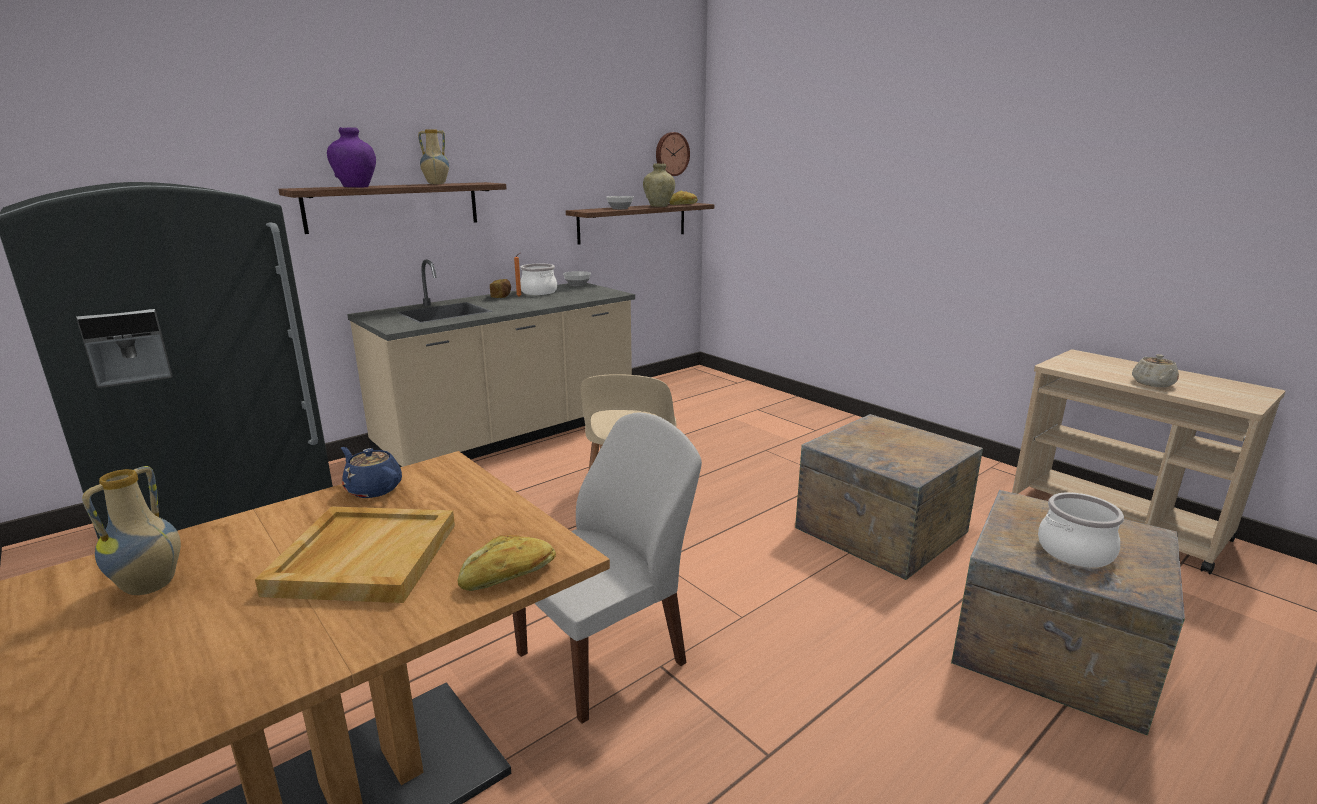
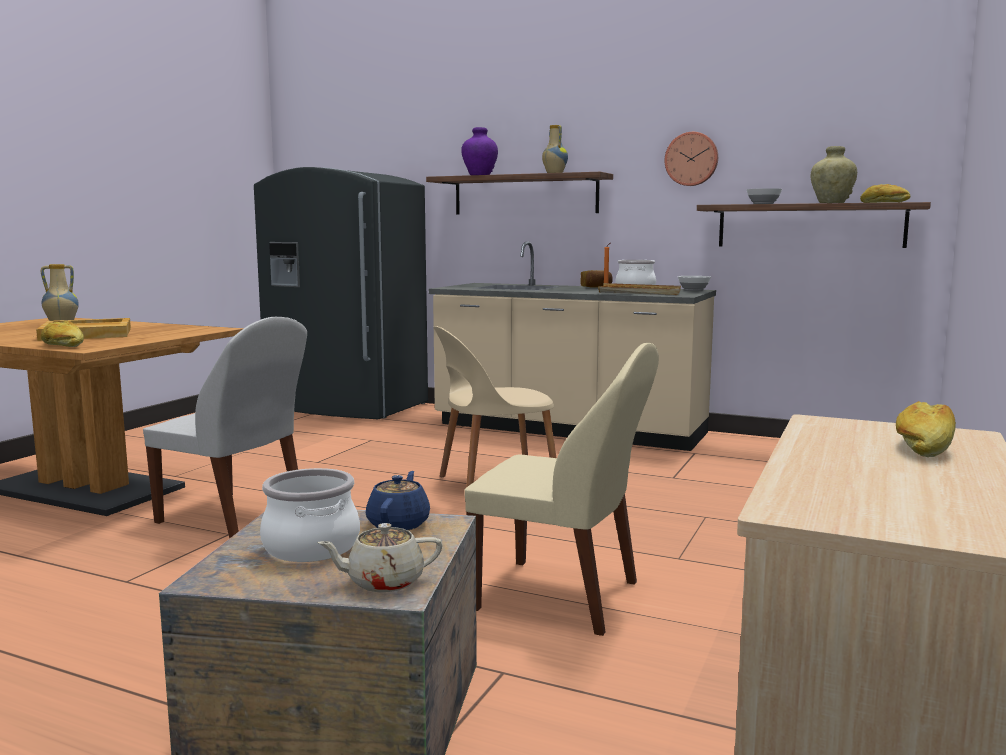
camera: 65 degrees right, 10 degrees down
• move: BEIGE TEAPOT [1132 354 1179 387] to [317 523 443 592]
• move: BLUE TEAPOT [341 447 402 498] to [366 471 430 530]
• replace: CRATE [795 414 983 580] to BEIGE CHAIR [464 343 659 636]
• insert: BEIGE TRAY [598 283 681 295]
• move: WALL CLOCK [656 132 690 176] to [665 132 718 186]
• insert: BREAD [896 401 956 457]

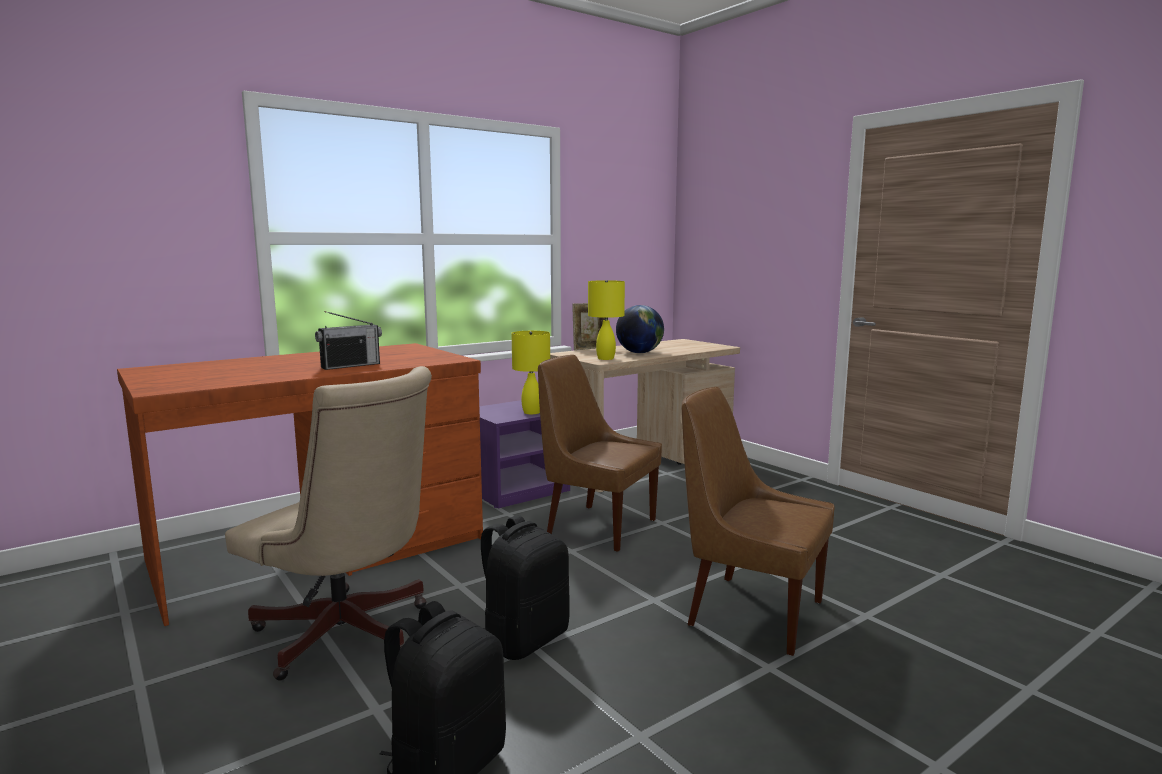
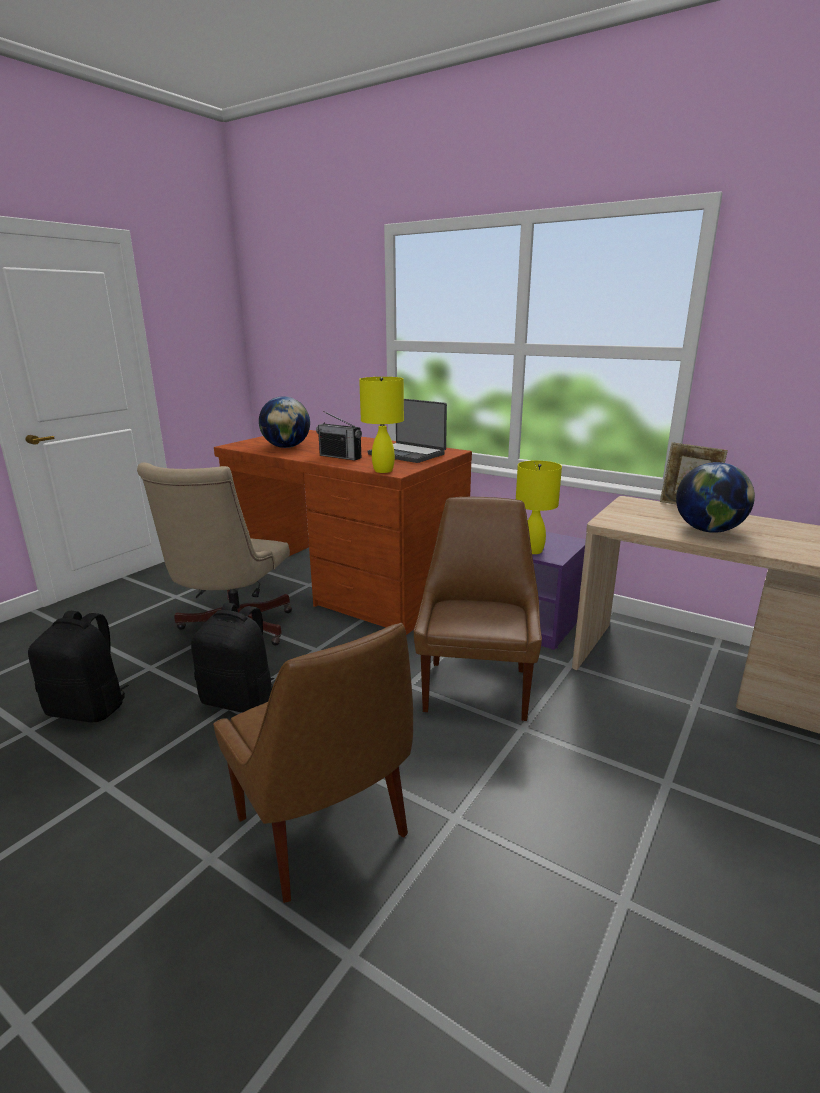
camera: 70 degrees right, 10 degrees up
• rotate: BROWN CHAIR [682 387 835 656] = [213 623 413 903] 135 degrees clockwise
• insert: GLOBE [259 396 310 448]
• move: YELLOW TABLE LAMP [588 280 625 360] to [359 377 404 473]
• insert: LAPTOP [367 399 447 463]

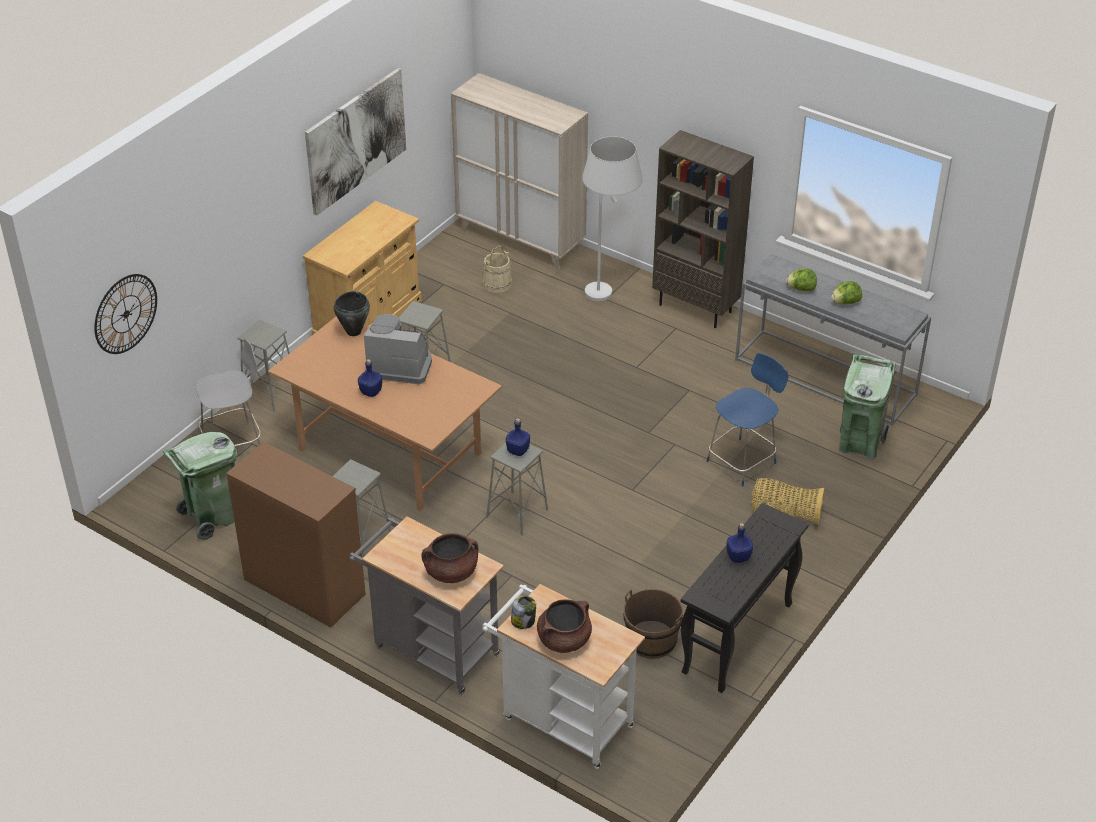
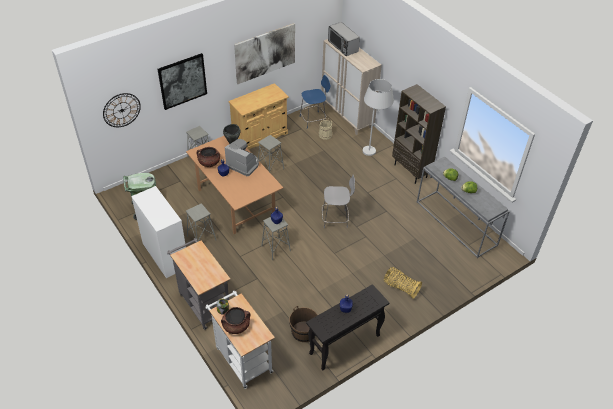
camera: 20 degrees right, 5 degrees up
• recolor: BROWN DRESSER [226 442 366 627] to WHITE DRESSER [131 186 186 278]
• insert: PICTURE [158 53 207 110]
• move: BROWN COOKING POT [421 533 478 583] to [197 147 220 167]
• move: BLUE CHAIR [707 353 788 486] to [300 75 330 129]
• move: GREY CHAIR [195 338 261 446] to [322 175 355 228]
• insert: MICROWAVE [328 22 360 56]
• delete: GREEN TRASH CAN [839 355 896 459]

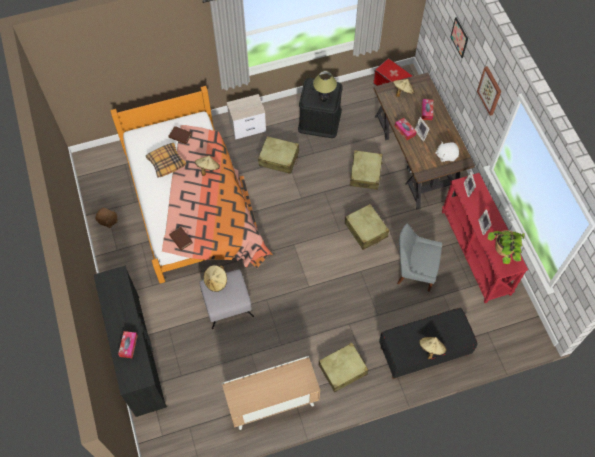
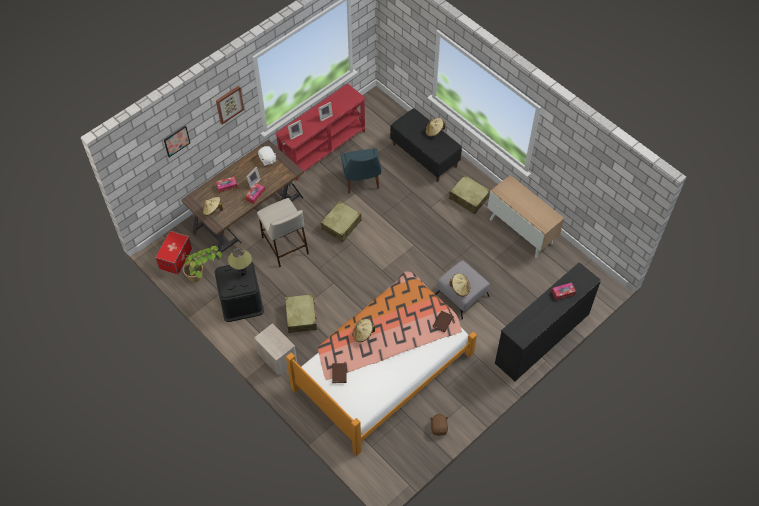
camera: 115 degrees left, 5 degrees down
• move: POTTED PLANT [487 230 525 264] to [183 246 222 282]
• replace: BEIGE SUITCASE [350 150 383 190] to BEIGE STOOL [257 198 309 267]
• recolor: GREY CHAIR [397 224 442 292] to BLUE CHAIR [340 148 381 193]
• delete: PILLOW [146 143 186 178]

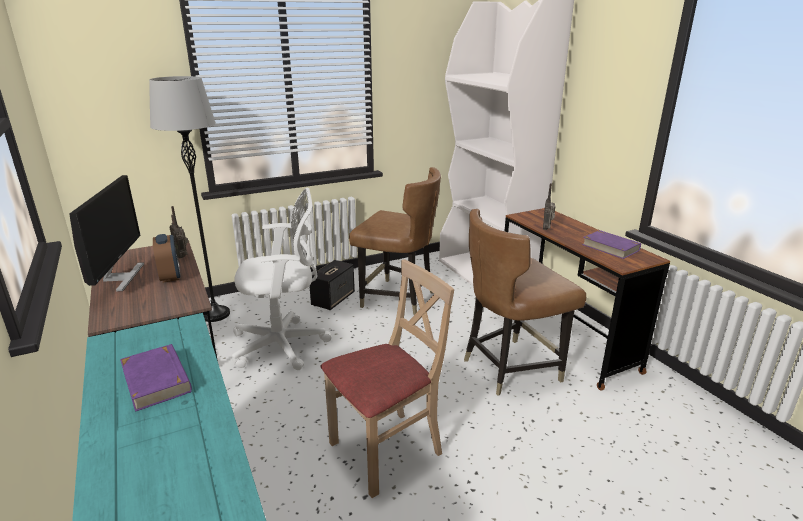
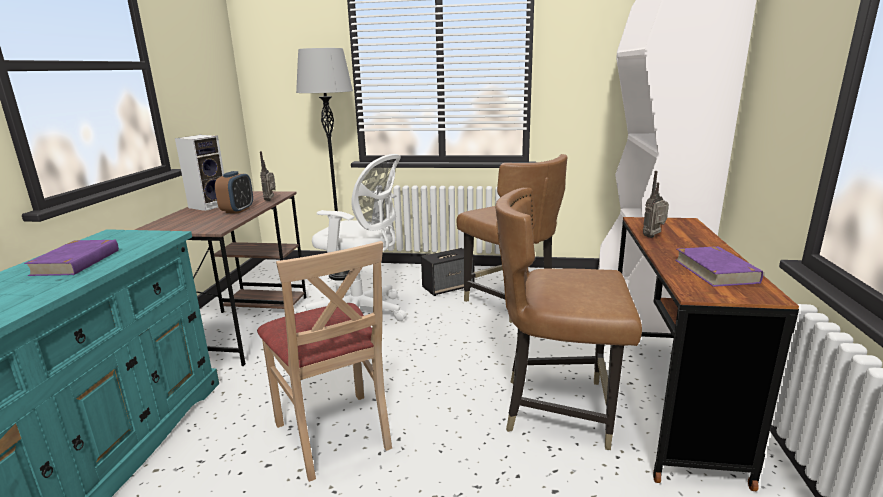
camera: 35 degrees right, 5 degrees down
• replace: MONITOR [69 175 144 292] to SPEAKER [175 135 224 211]
• rotate: BEIGE CHAIR [321 259 454 498] = [257 241 392 482] 60 degrees clockwise

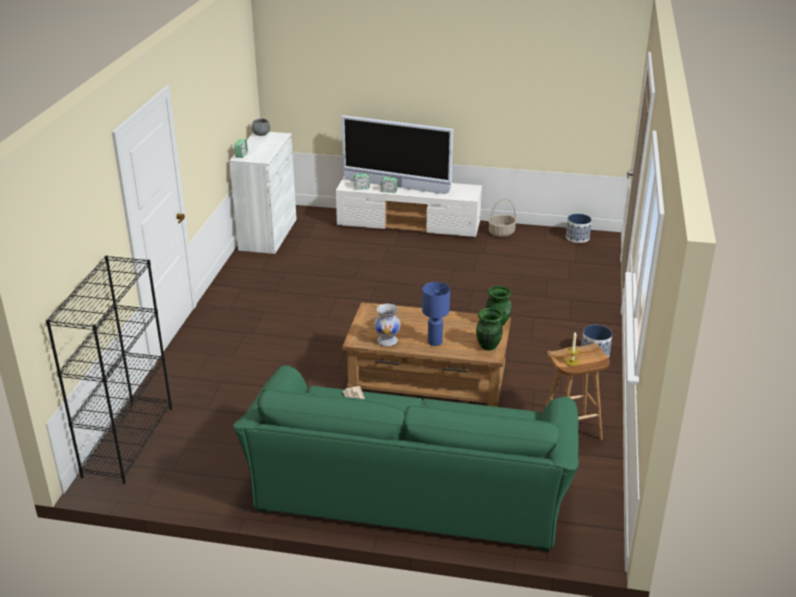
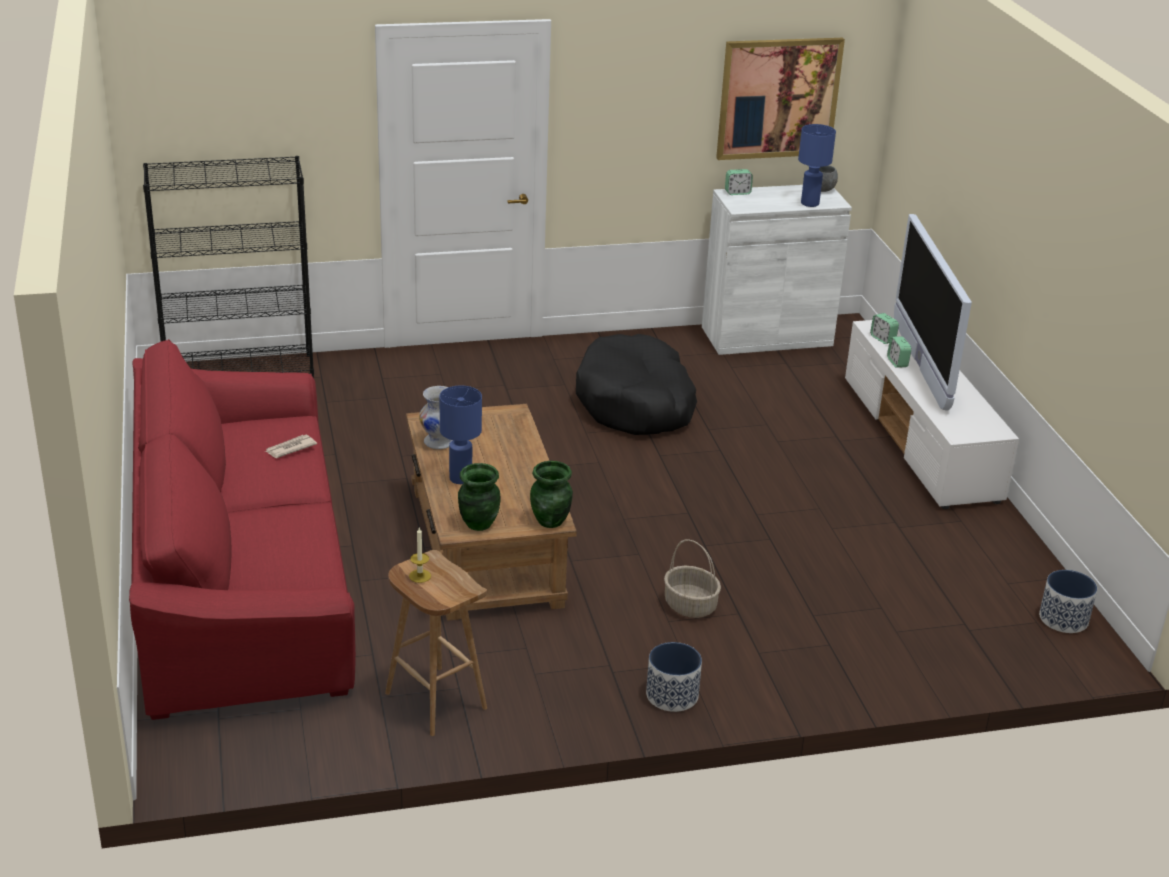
camera: 65 degrees right, 0 degrees up
• recolor: GREEN SOFA [233 365 579 552] to RED SOFA [129 339 356 720]
• insert: BLACK DOG BED [576 334 697 435]
• move: BASKET [488 199 517 237] to [664 540 721 618]
• insert: PICTURE [716 38 845 160]
• insert: BLUE TABLE LAMP [798 124 836 207]

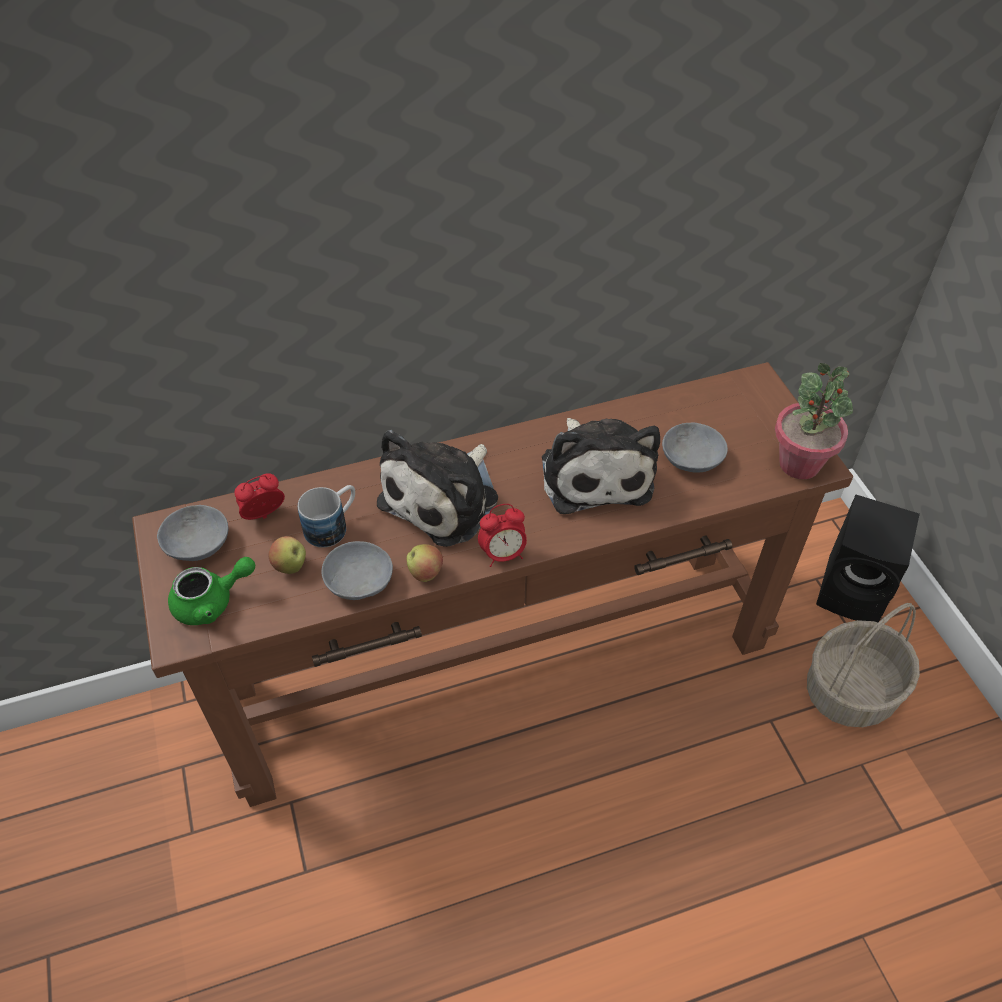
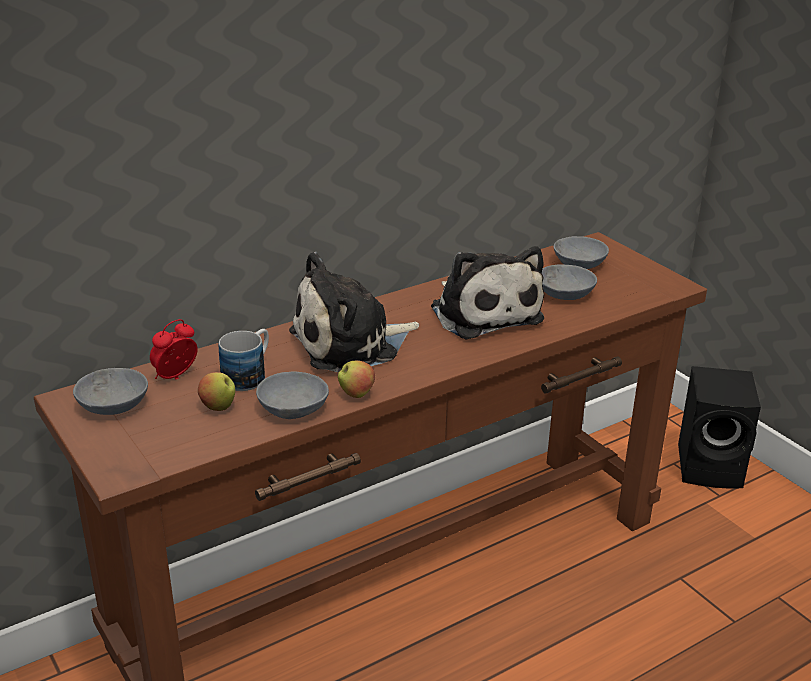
camera: 15 degrees left, 20 degrees down
• rotate: PLUSH TOY [377 430 498 547] = [289 252 419 373] 45 degrees clockwise
• insert: GREY BOWL [553 236 609 269]
• delete: GREEN TEAPOT [168 557 255 625]
• delete: ALARM CLOCK [478 504 527 567]
• delete: POTTED PLANT [775 363 853 479]
• delete: BASKET [807 603 920 727]

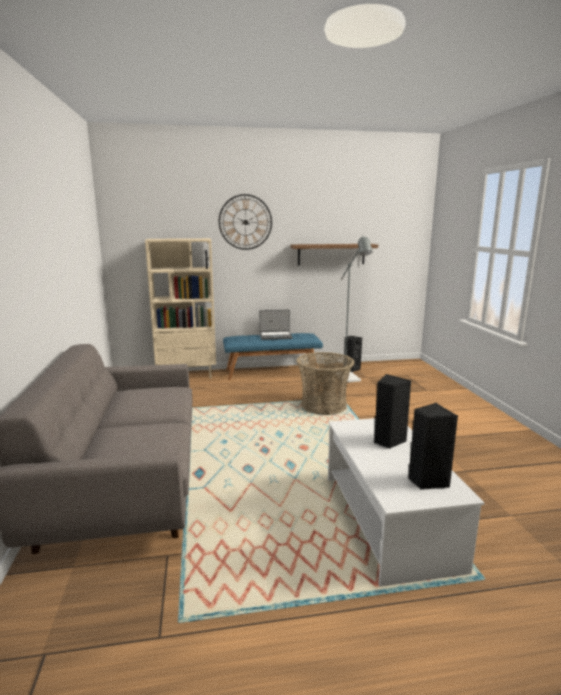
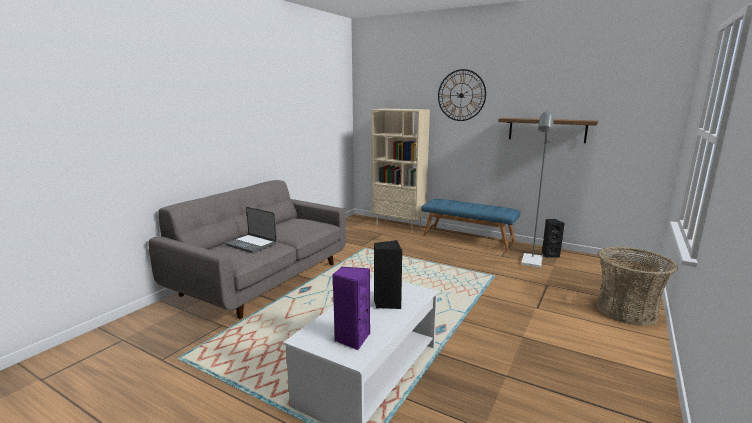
camera: 40 degrees right, 0 degrees up
• move: LAPTOP [259 310 293 340] to [225 207 277 253]
• recolor: BLACK SPEAKER [408 403 458 490] to PURPLE SPEAKER [332 267 370 350]
• move: BASKET [296 352 355 415] to [596 247 678 326]

